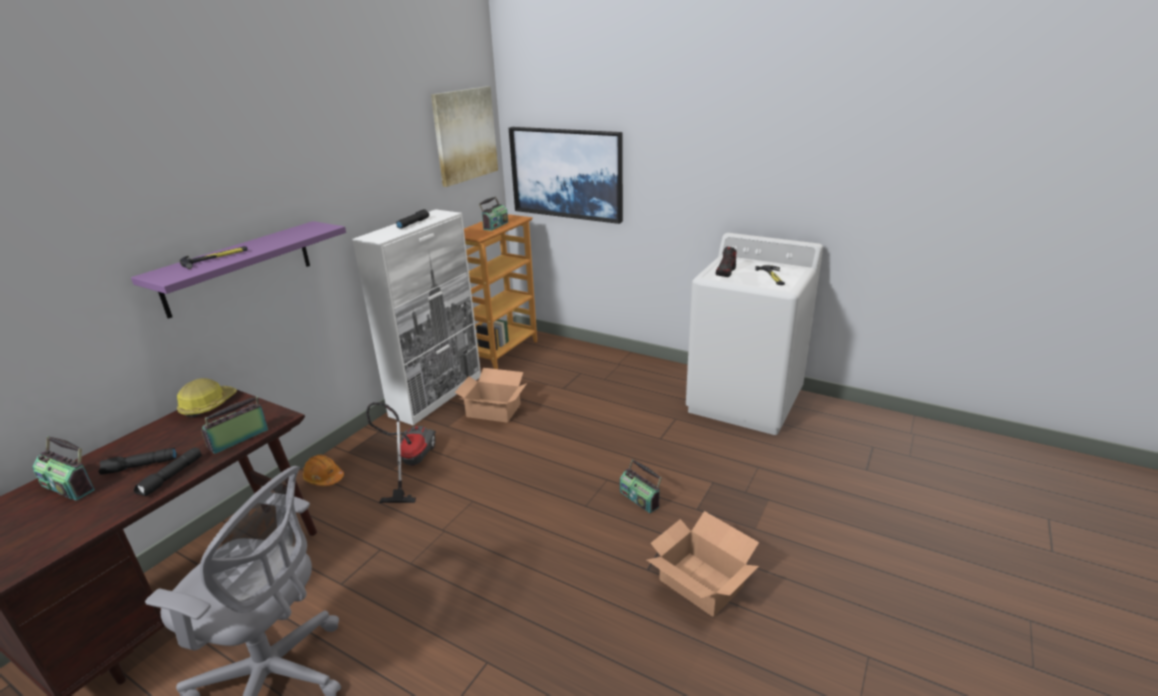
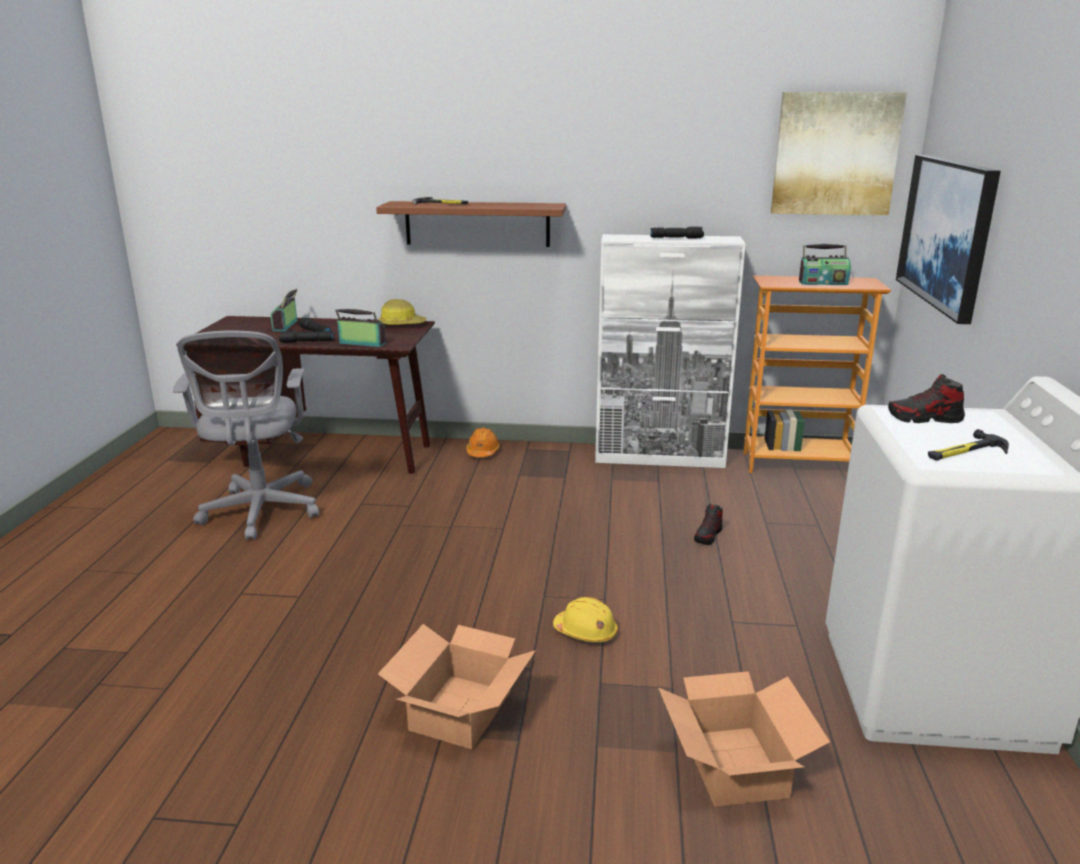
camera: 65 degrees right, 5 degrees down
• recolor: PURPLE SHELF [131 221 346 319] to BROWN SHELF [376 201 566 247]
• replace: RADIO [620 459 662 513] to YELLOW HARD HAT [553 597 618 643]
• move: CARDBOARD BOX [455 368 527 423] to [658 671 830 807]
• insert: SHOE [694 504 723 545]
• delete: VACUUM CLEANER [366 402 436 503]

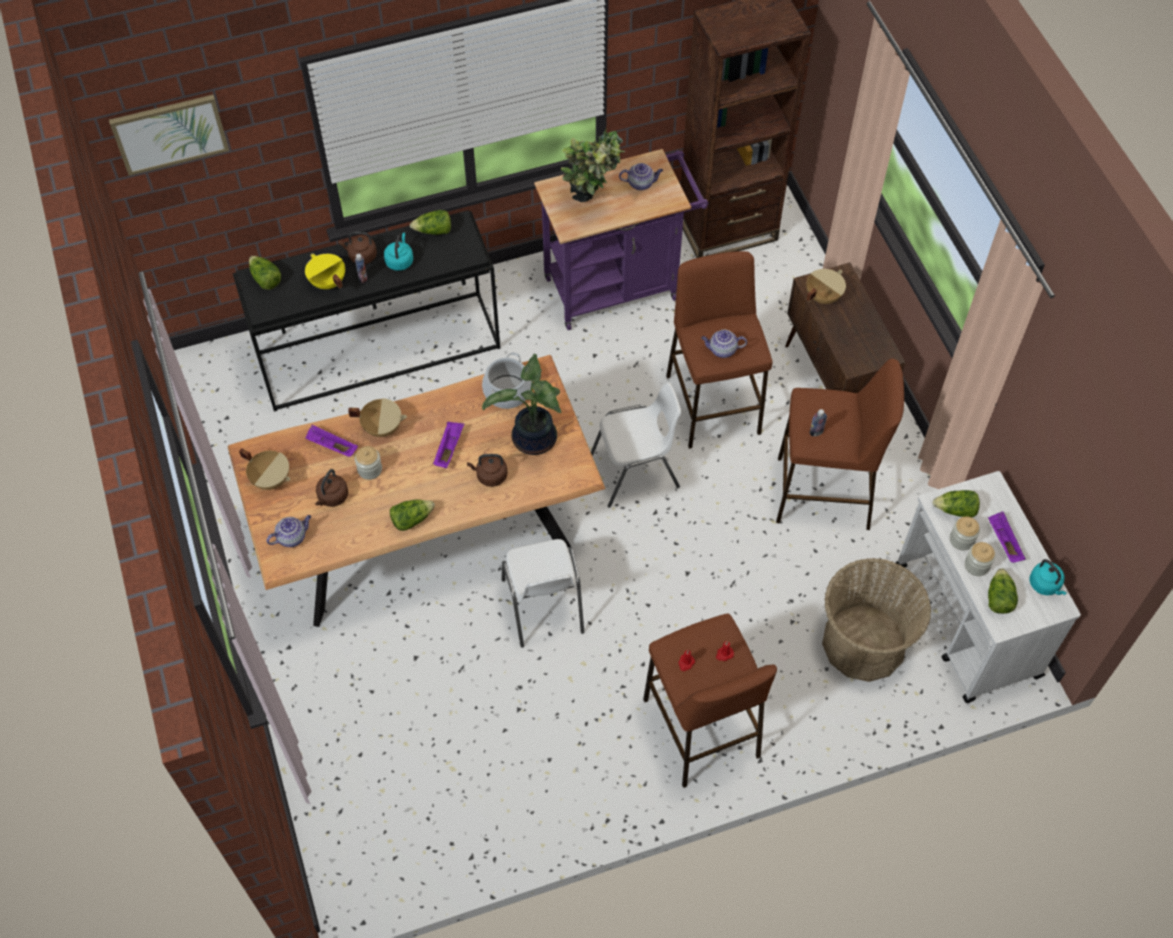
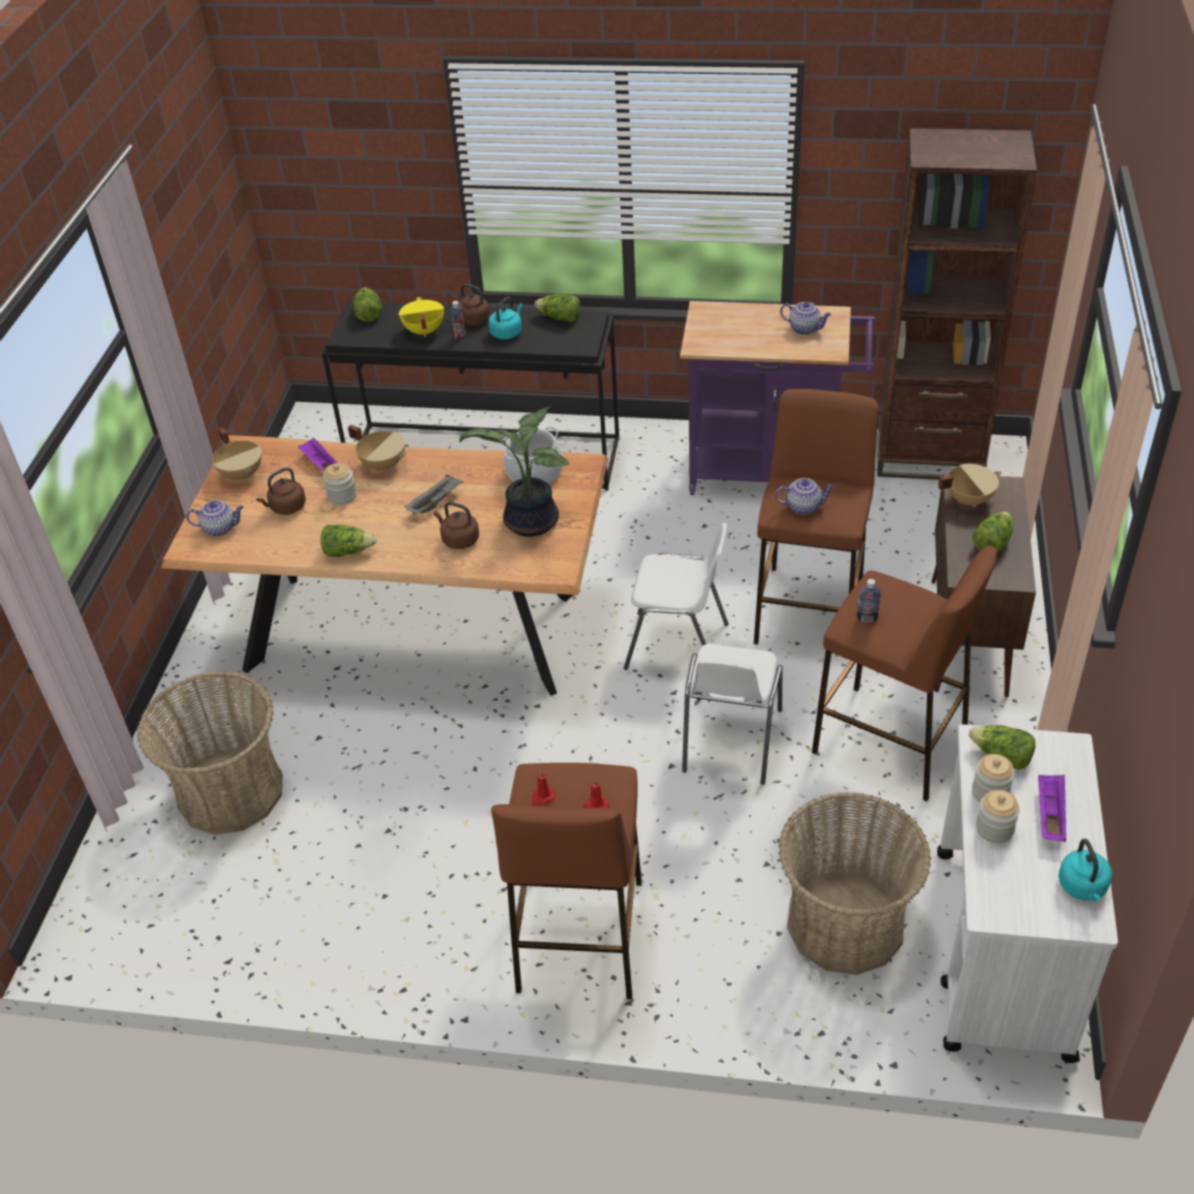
camera: 30 degrees right, 15 degrees down
• insert: BASKET [137 671 282 835]
• recolor: PURPLE TRAY [433 422 464 468] to GREY TRAY [405 474 464 515]
• move: WHITE CHAIR [502 539 584 648] to [682 644 783 784]
• rotate: TEAPOT [701 329 747 358] = [775 478 834 515] 150 degrees clockwise
• move: LETTUCE [988 568 1018 614] to [973 512 1013 552]
• delete: PICTURE [109 95 229 176]
• delete: POTTED PLANT [561 128 625 202]

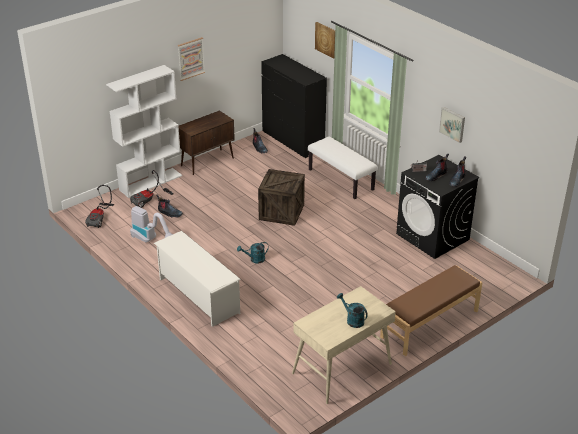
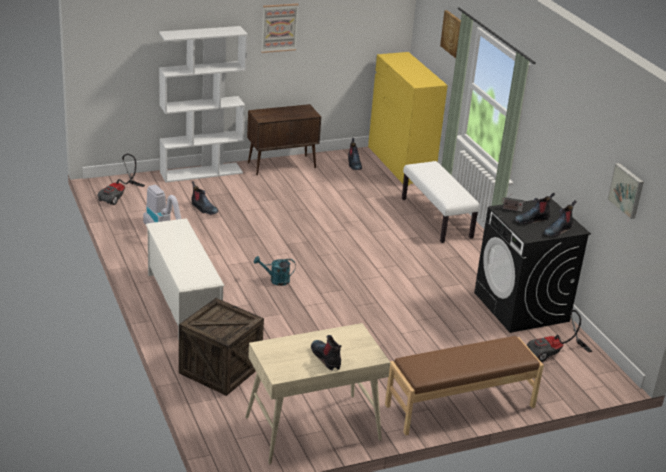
camera: 15 degrees right, 5 degrees down
• move: CRATE [258 169 305 226] to [179 298 264 396]
• replace: TURQUOISE WATERING CAN [337 293 368 328] to BOOT [311 335 341 370]
• recolor: BLACK DRESSER [261 54 327 158] to YELLOW DRESSER [368 52 448 186]
• move: VACUUM CLEANER [130 170 174 208] to [527 310 592 362]
• move: PICTURE [439 107 465 143] to [607 163 644 219]

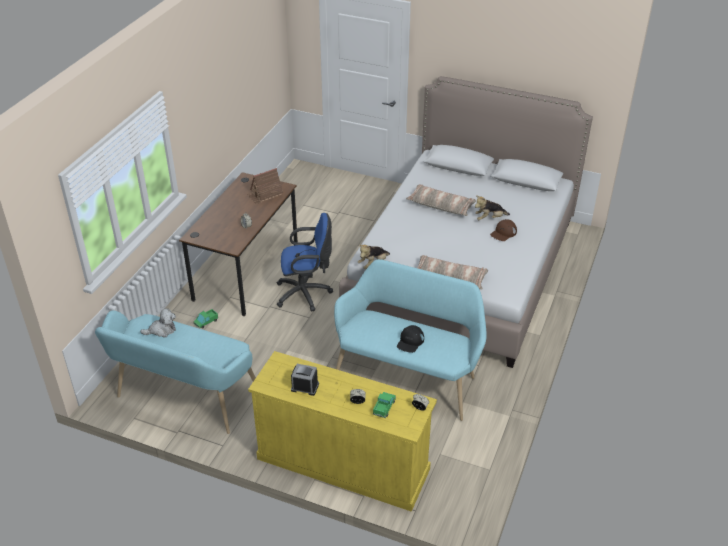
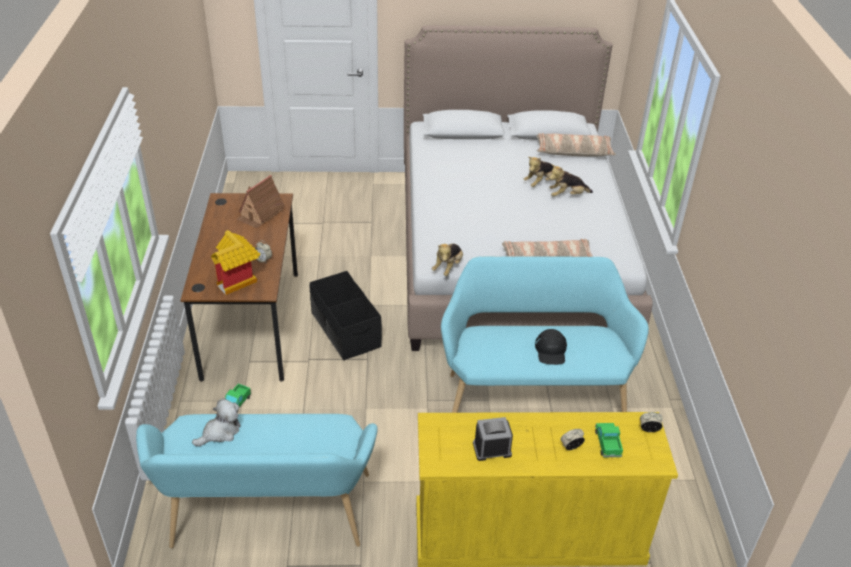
camera: 25 degrees left, 0 degrees up
• insert: TOY HOUSE [211 230 260 295]
• replace: BLUE OFFICE CHAIR [277 213 333 312] to BLACK STORAGE BOX [310 271 382 360]
• move: PILLOW [406 184 476 216] to [536 133 616 157]
• replace: BROWN CAP [490 219 517 241] to PLUSH TOY [549 164 593 197]

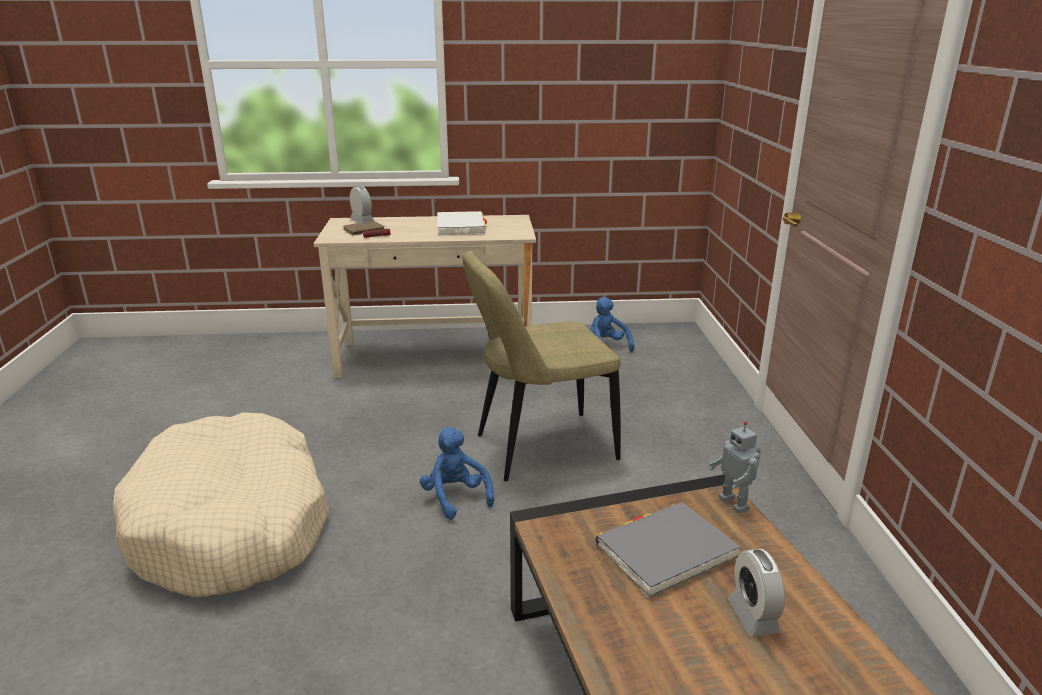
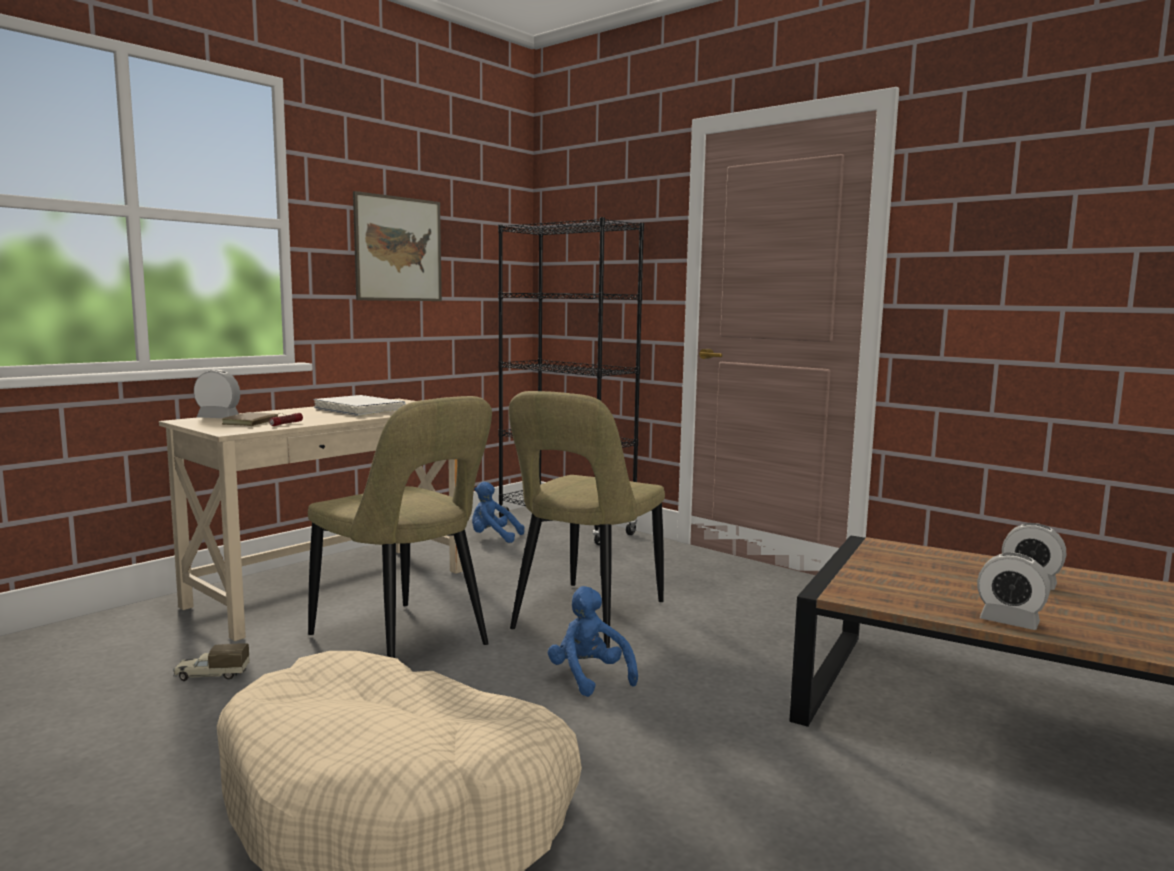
camera: 45 degrees left, 15 degrees down
• insert: TOY TRUCK [173 644 250 681]
• insert: BEIGE CHAIR [308 396 492 658]
• insert: PICTURE [353 191 442 301]
• insert: BLACK BOOKCASE [498 217 644 546]
• rotate: BLUE PLUSH TOY [420 427 494 520] = [548 586 638 697] 45 degrees clockwise
• insert: ALARM CLOCK [977 552 1050 630]
• delete: GREY BOOK [595 502 740 598]
• delete: TOY ROBOT [708 421 761 514]

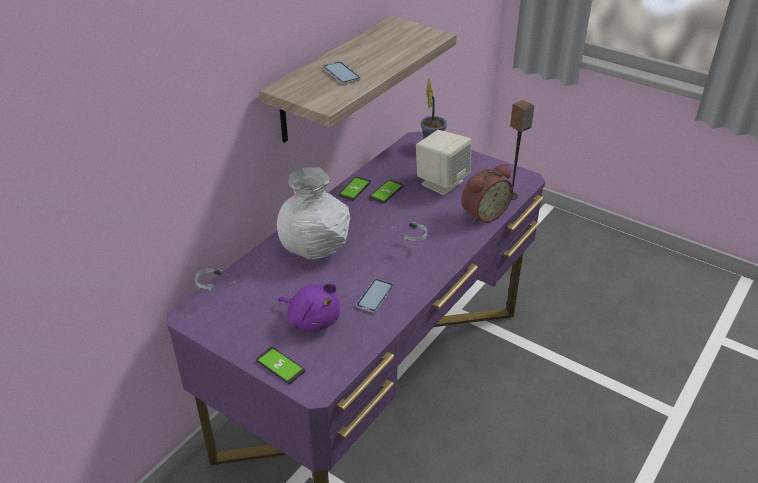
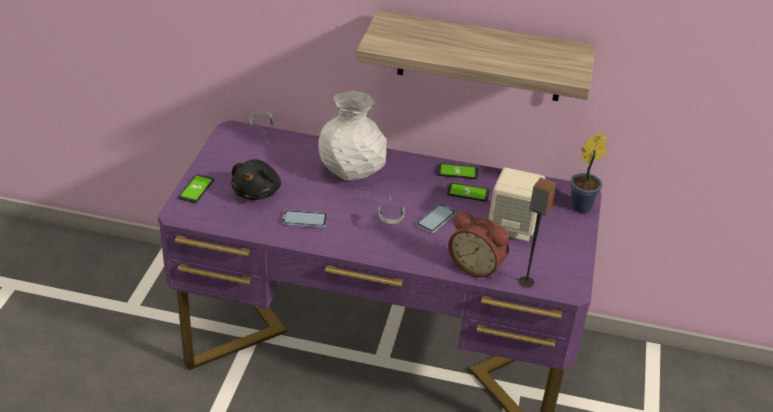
camera: 65 degrees right, 0 degrees up
• recolor: PURPLE PLUSH TOY [278 283 340 332] to BLACK PLUSH TOY [231 159 281 200]
• move: PHONE [323 61 361 84] to [416 204 456 233]

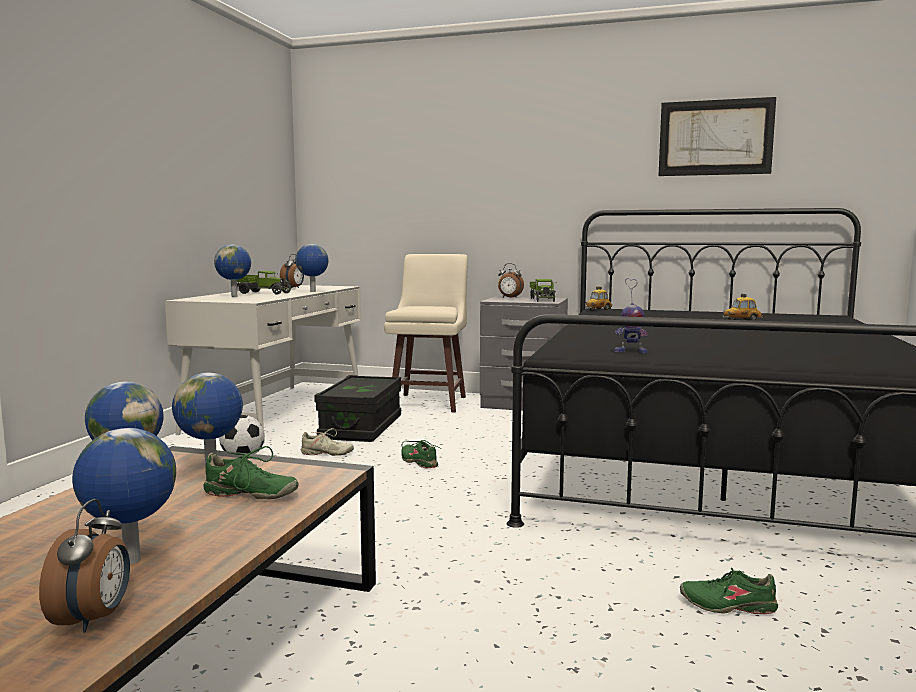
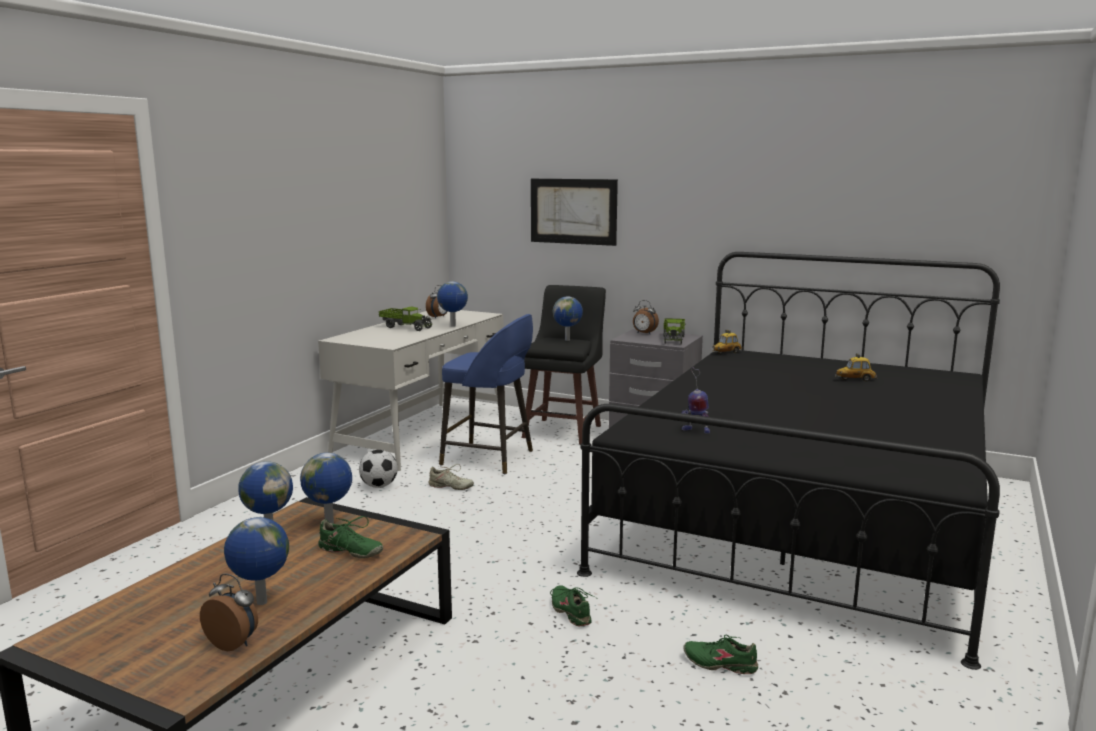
camera: 10 degrees right, 5 degrees up
• rotate: ALARM CLOCK [39 499 130 633] = [200 573 258 651] 75 degrees counterclockwise
• replace: BLACK STORAGE BOX [314 375 401 442] to BLUE STOOL [439 314 533 474]
• recolor: BEIGE STOOL [384 254 468 413] to BLACK STOOL [522 285 606 445]
• move: PICTURE [658 97 776 176] to [531 179 618 246]
• move: GREEN SHOE [401 440 440 468] to [550 586 598 626]
• move: GLOBE [214 245 251 297] to [553 296 583 341]

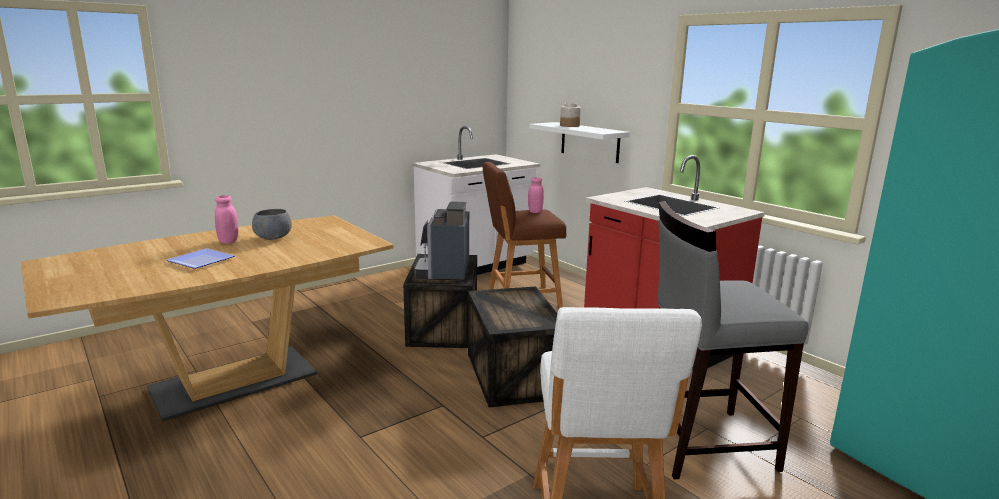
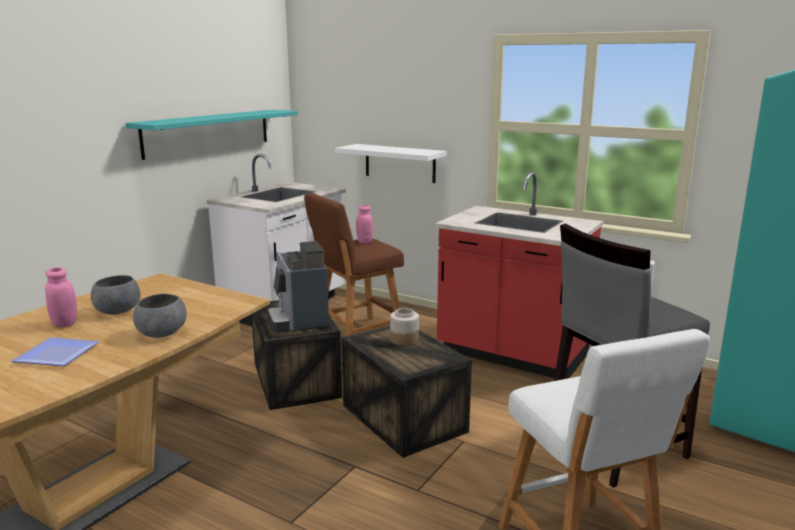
camera: 20 degrees left, 0 degrees up
• insert: TURQUOISE SHELF [125 110 298 160]
• insert: GREY BOWL [133 294 187 338]
• move: JAR [560 103 581 127] to [390 308 419 346]

